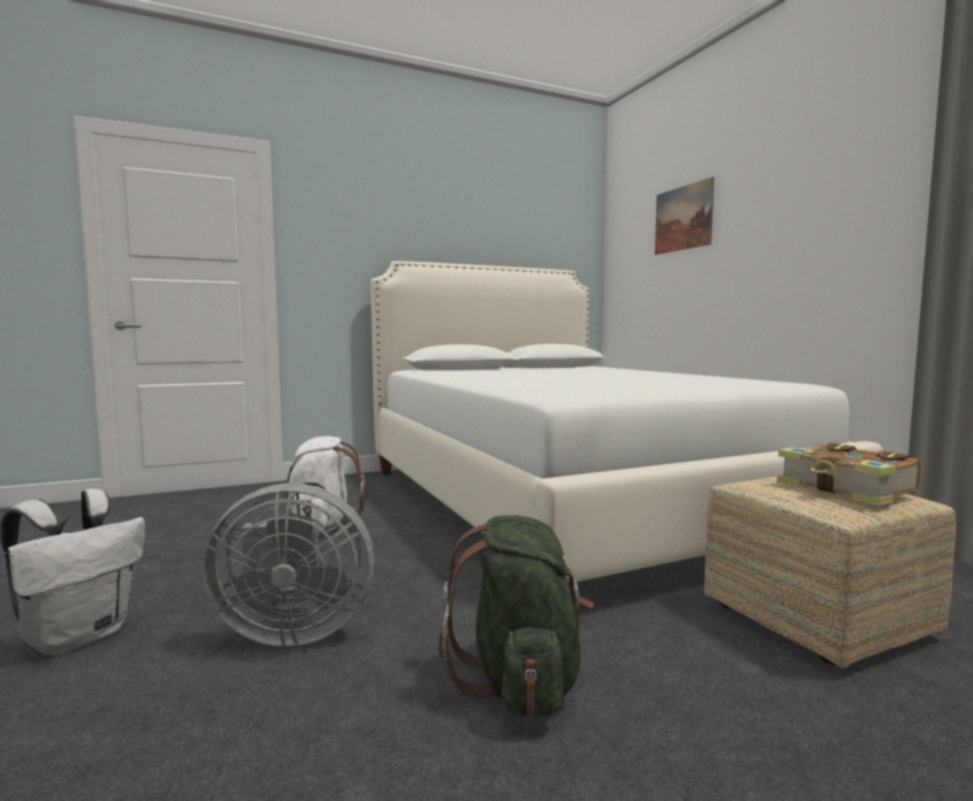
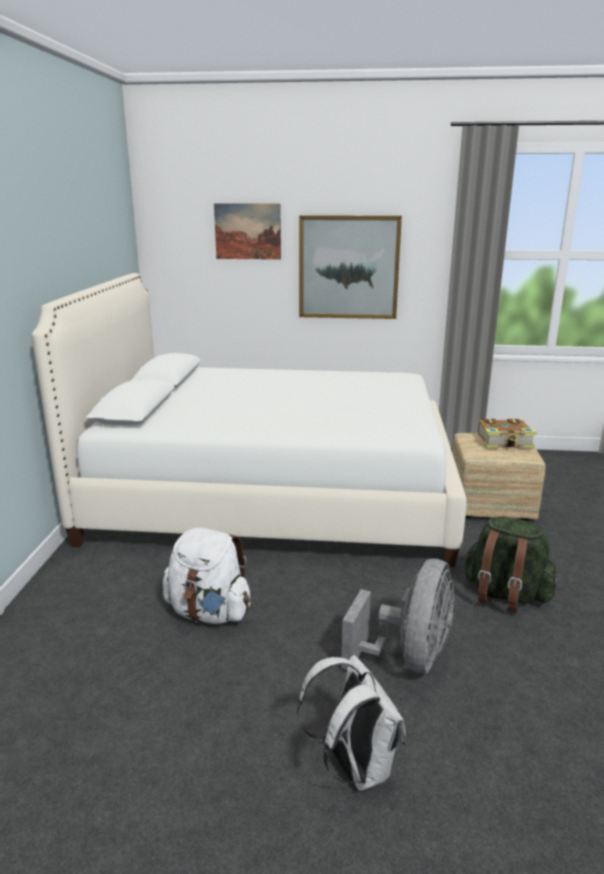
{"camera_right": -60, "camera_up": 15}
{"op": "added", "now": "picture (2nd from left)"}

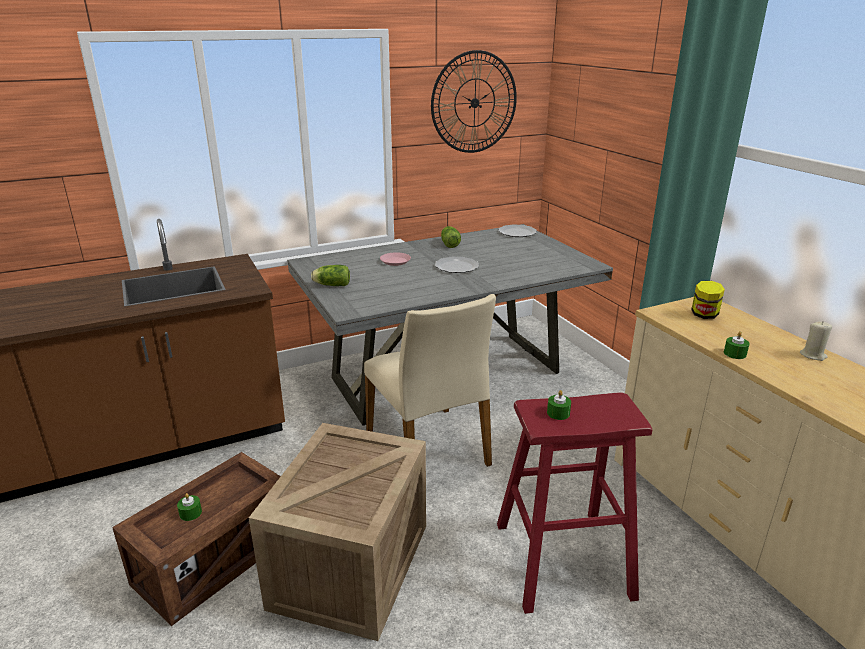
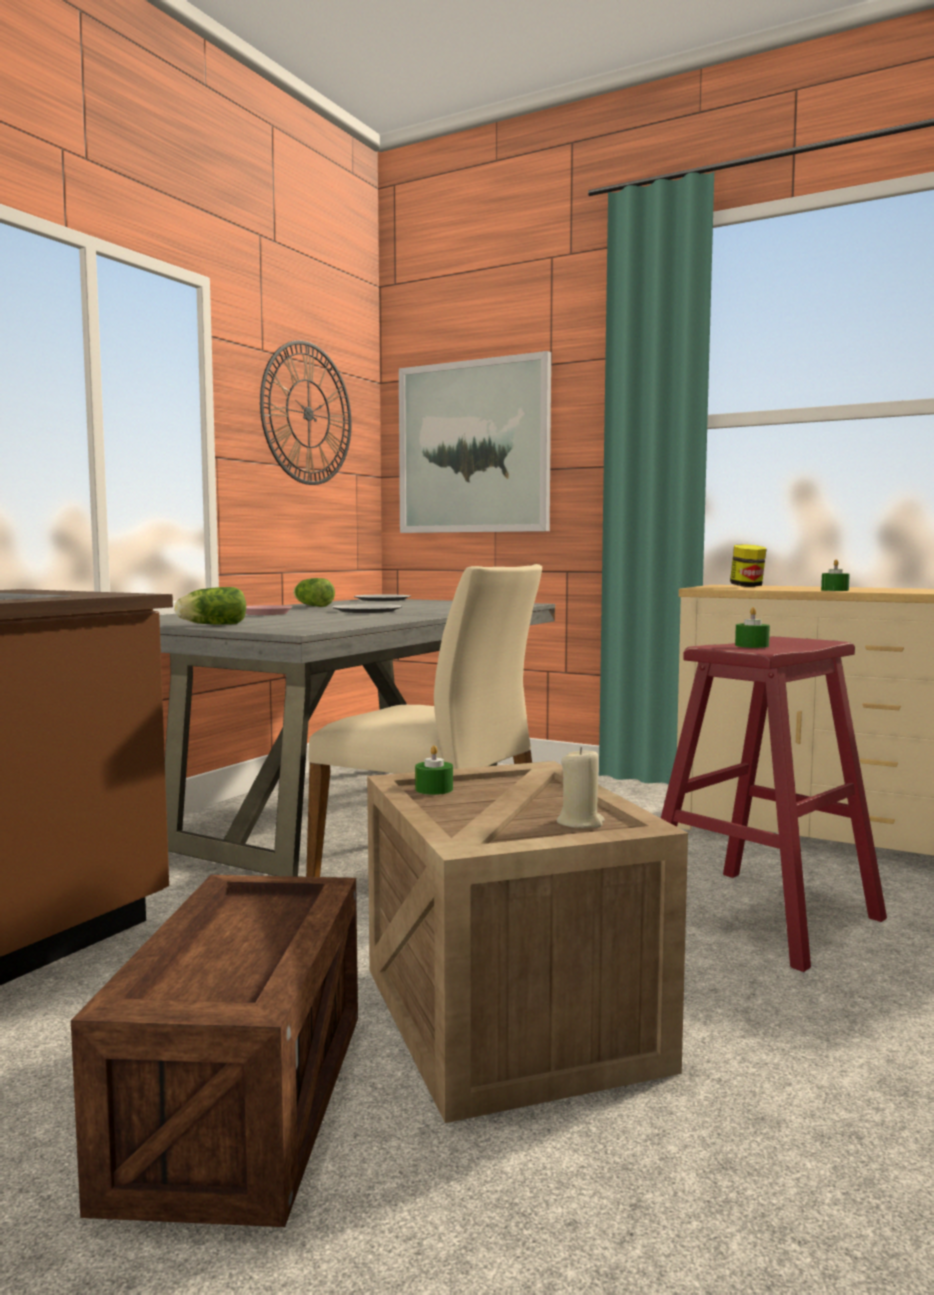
{"camera_right": -35, "camera_up": -20}
{"op": "moved", "was": "beige-coloured_wax_light"}
{"op": "moved", "was": "greenish_wax_light (1st from left)"}
{"op": "added", "now": "picture"}

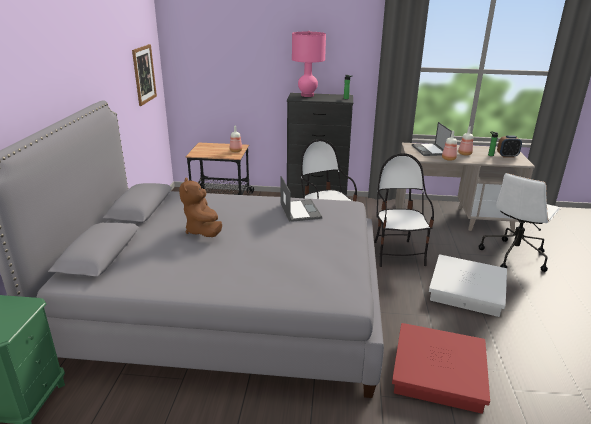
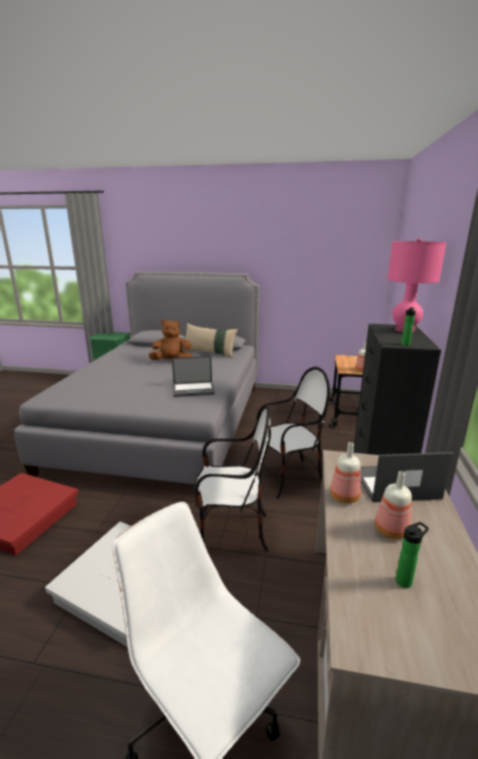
{"camera_right": 95, "camera_up": -5}
{"op": "removed", "was": "picture"}
{"op": "removed", "was": "alarm_clock"}
{"op": "added", "now": "beige-coloured_throw_pillow"}

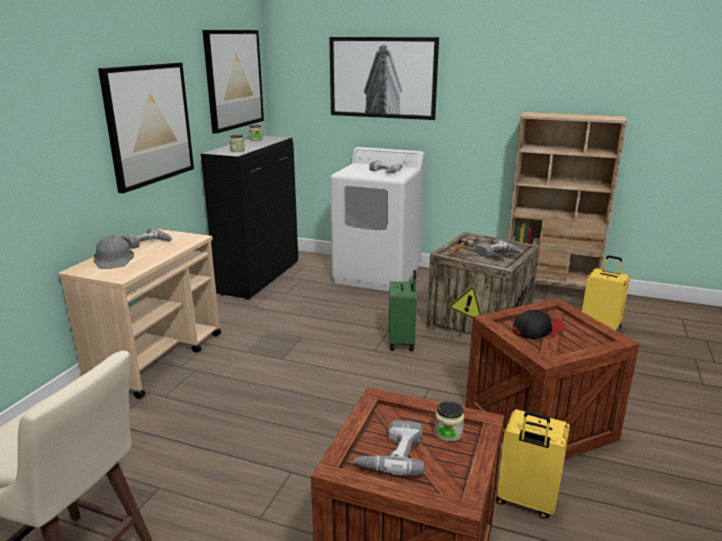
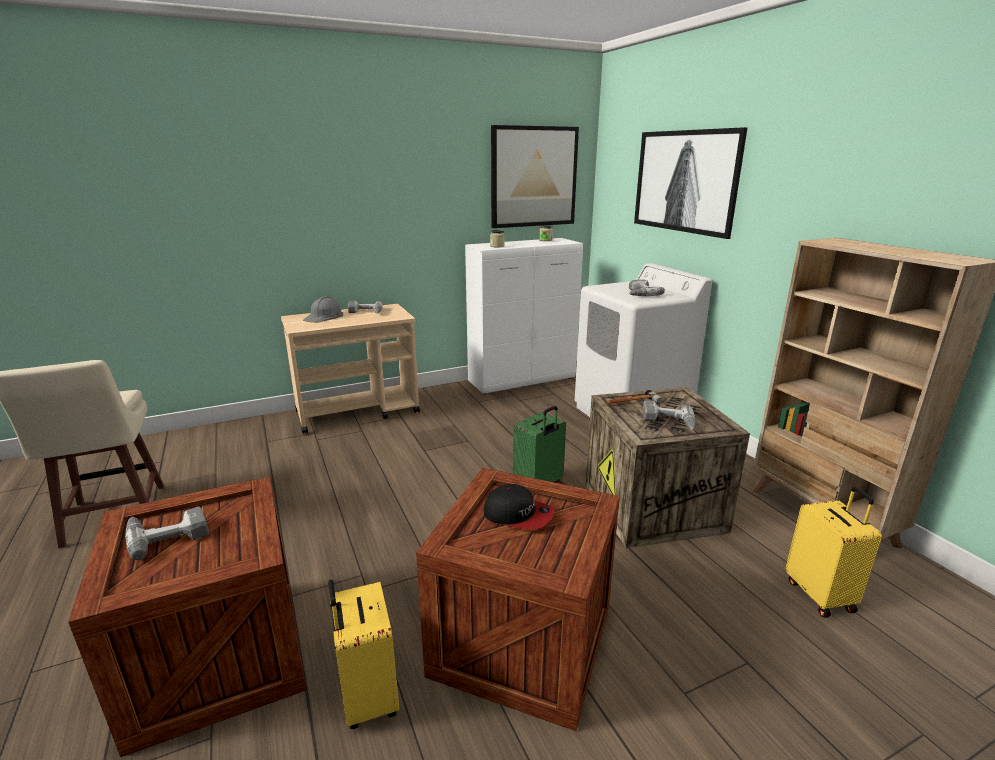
{"camera_right": 45, "camera_up": 0}
{"op": "removed", "was": "picture (1st from left)"}
{"op": "recoloured", "was": "blackish_cabinet", "now": "whitish_cabinet"}
{"op": "removed", "was": "preserve_jar (3rd from left)"}

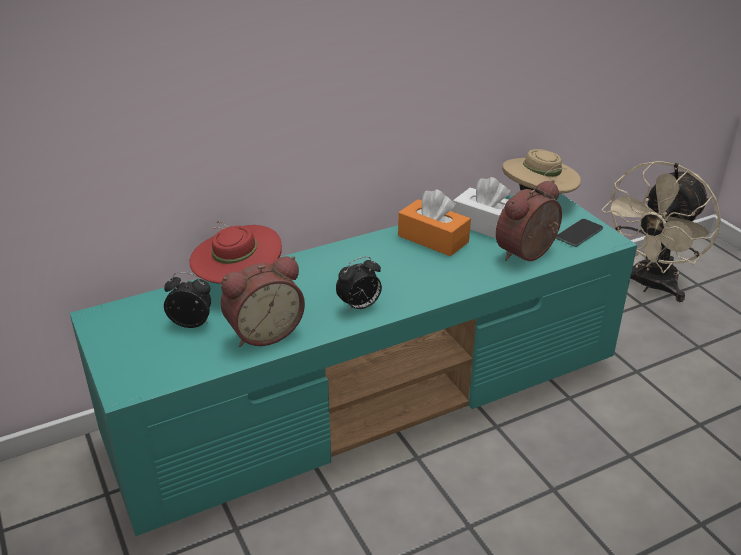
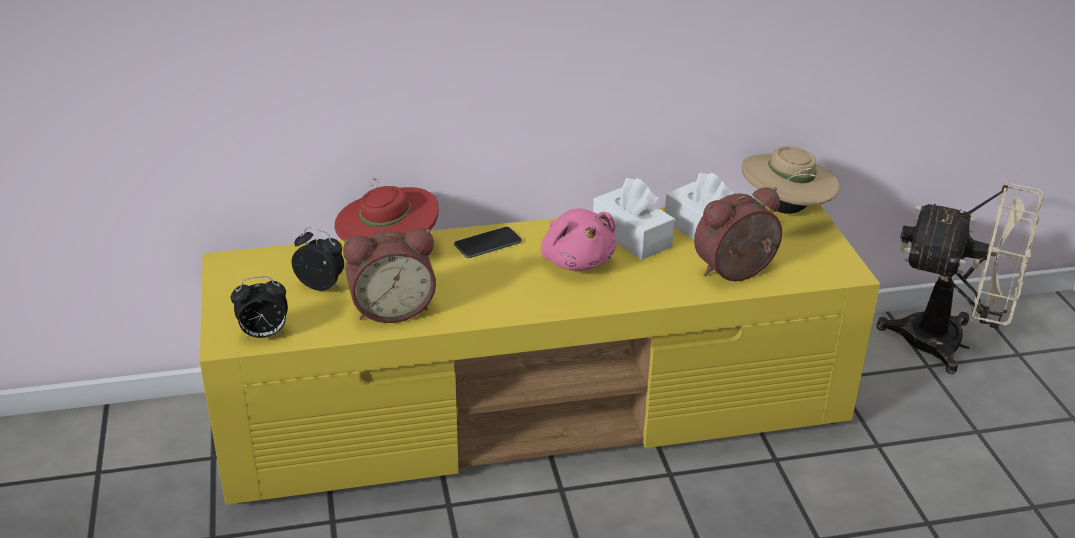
{"camera_right": 15, "camera_up": 0}
{"op": "turned", "was": "beige-coloured_electric_fan", "clockwise": -120}
{"op": "recoloured", "was": "orange_tissue_holder", "now": "whitish_tissue_holder (1st from left)"}
{"op": "recoloured", "was": "turquoise-coloured_tv_stand", "now": "yellow_tv_stand"}
{"op": "moved", "was": "phone"}
{"op": "moved", "was": "alarm_clock (3rd from left in the first image)", "now": "alarm_clock (1st from left)"}
{"op": "added", "now": "pinkish_plush_toy"}

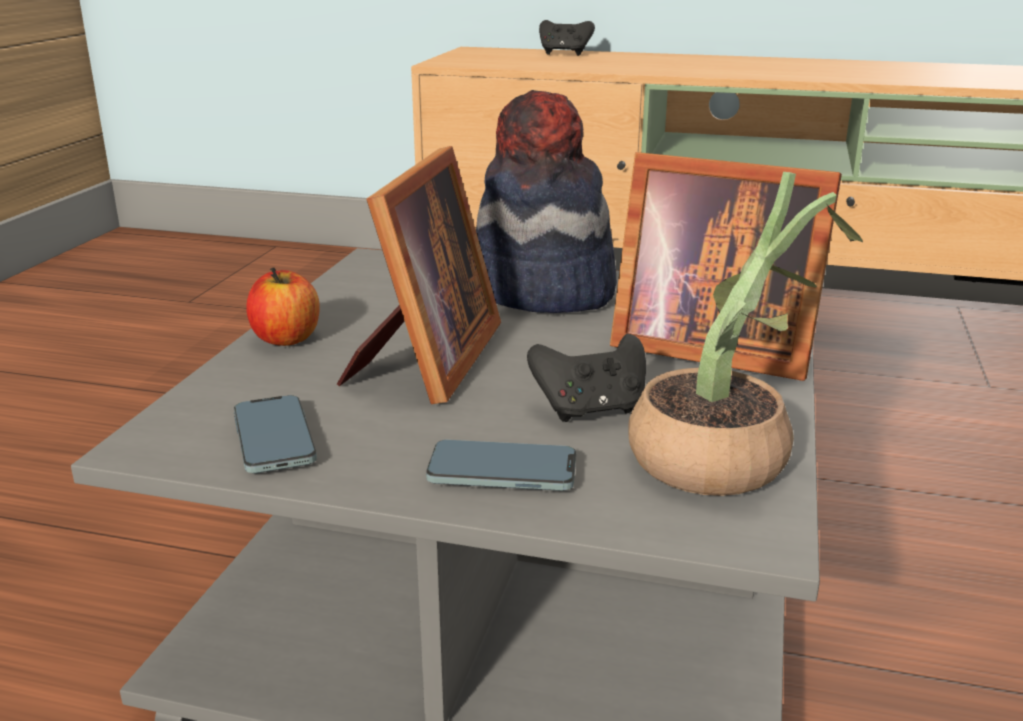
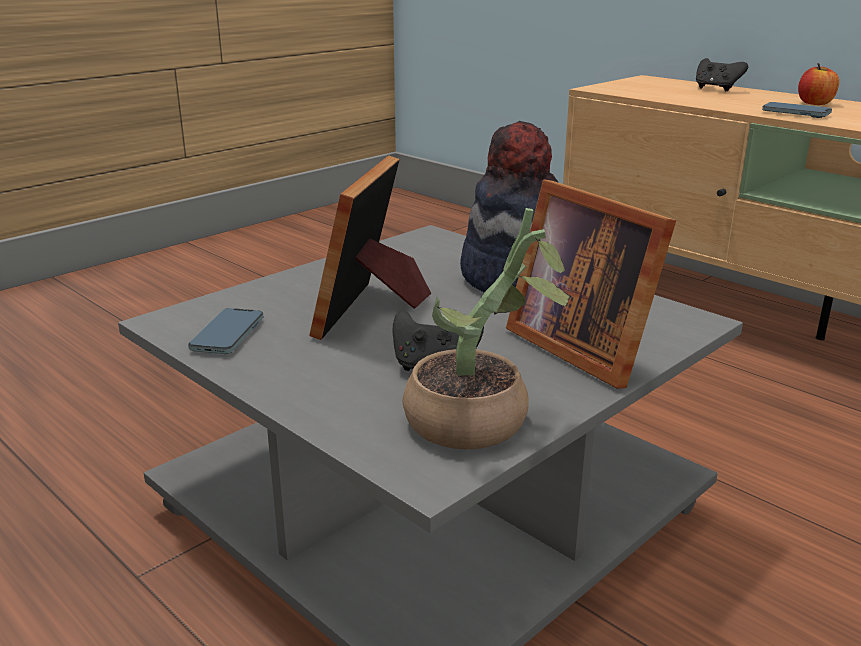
{"camera_right": 30, "camera_up": 0}
{"op": "turned", "was": "standing_frame (1st from left)", "clockwise": 150}
{"op": "moved", "was": "apple_fruit"}
{"op": "moved", "was": "phone (2nd from left)"}

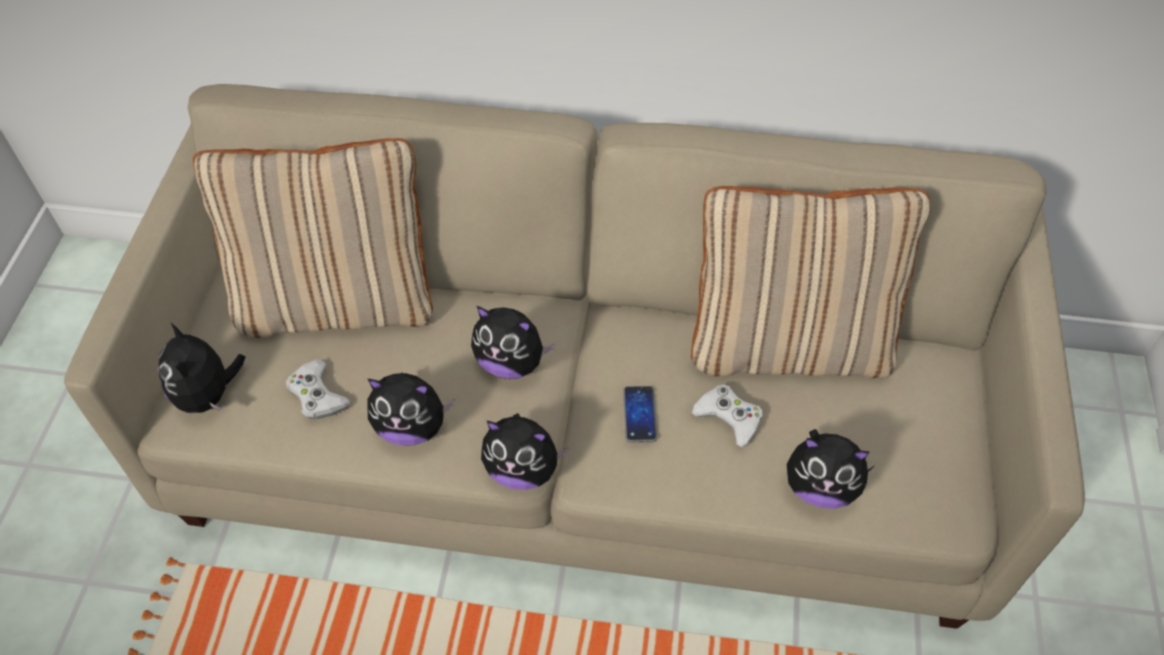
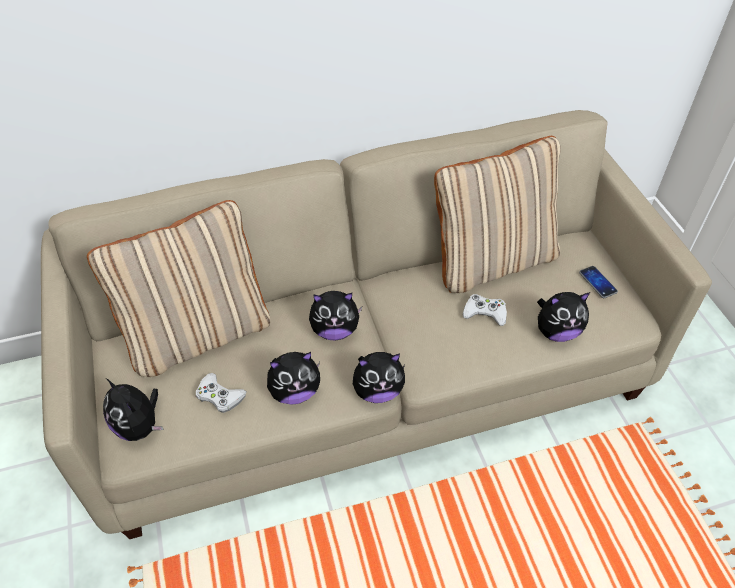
{"camera_right": -25, "camera_up": -5}
{"op": "moved", "was": "phone"}

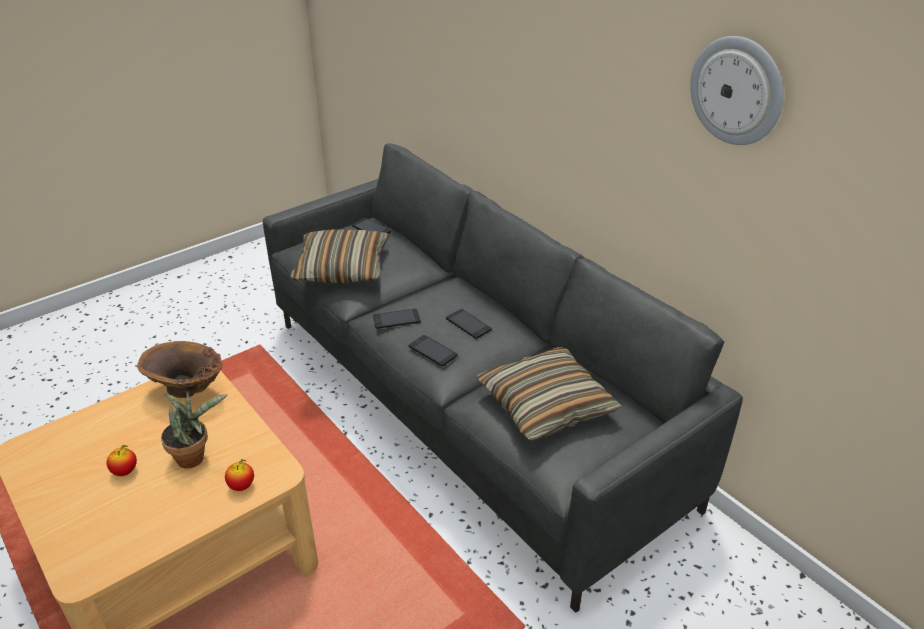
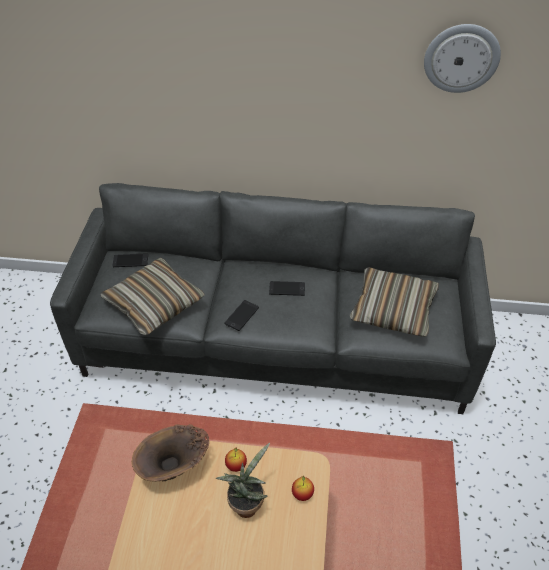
{"camera_right": -45, "camera_up": 10}
{"op": "removed", "was": "phone (3rd from left)"}
{"op": "moved", "was": "apple_fruit (1st from left)"}

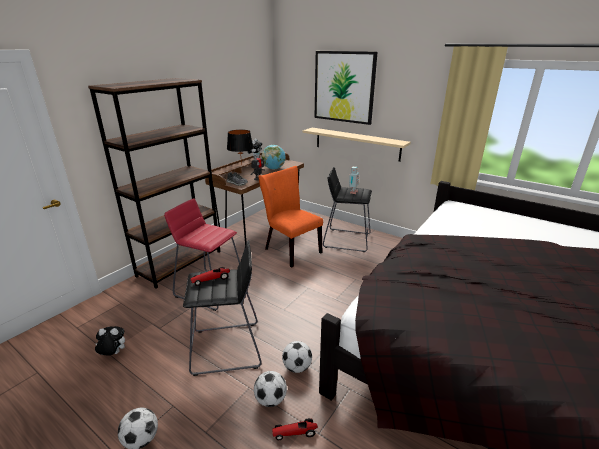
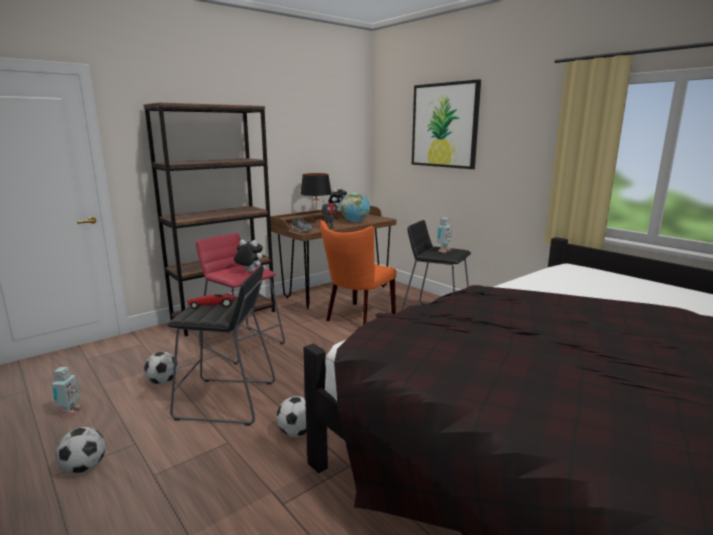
{"camera_right": 15, "camera_up": -10}
{"op": "removed", "was": "beige-coloured_bracket_shelf"}
{"op": "turned", "was": "orange_chair", "clockwise": -120}
{"op": "moved", "was": "plush_toy (1st from left)"}
{"op": "moved", "was": "ball_for_football (2nd from left)"}
{"op": "removed", "was": "model_car (2nd from left)"}
{"op": "added", "now": "robot_figure (1st from left)"}

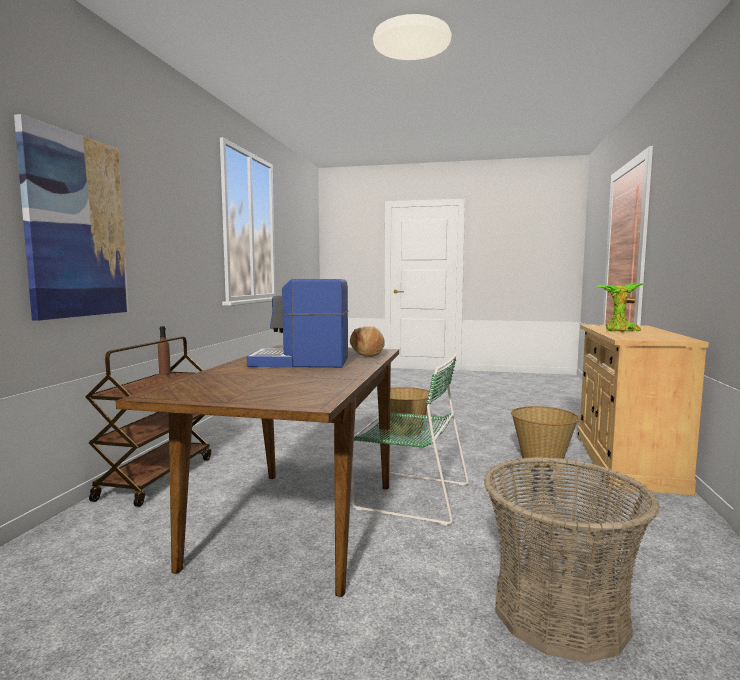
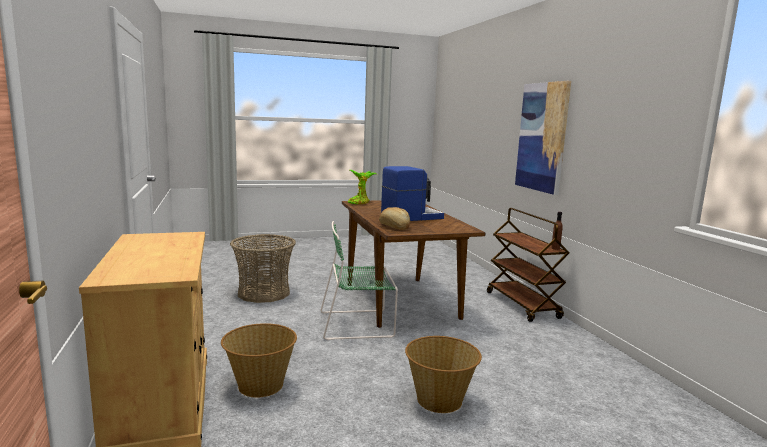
{"camera_right": 150, "camera_up": 5}
{"op": "moved", "was": "potted_plant"}

